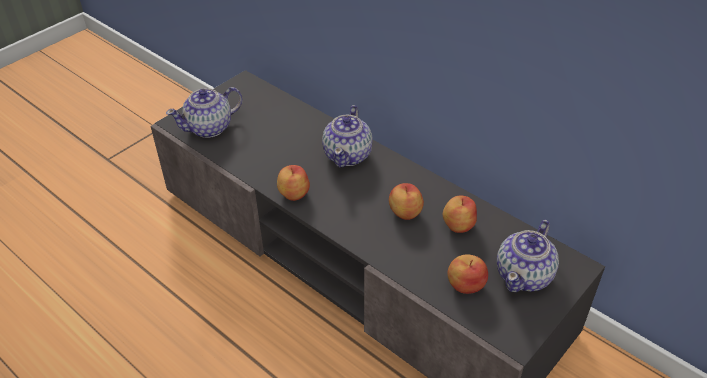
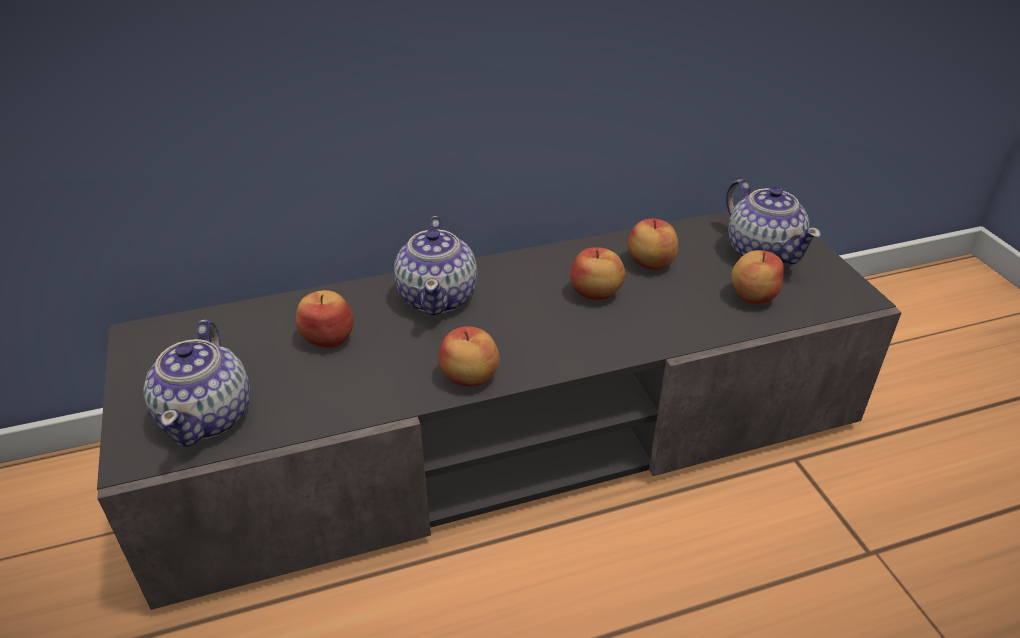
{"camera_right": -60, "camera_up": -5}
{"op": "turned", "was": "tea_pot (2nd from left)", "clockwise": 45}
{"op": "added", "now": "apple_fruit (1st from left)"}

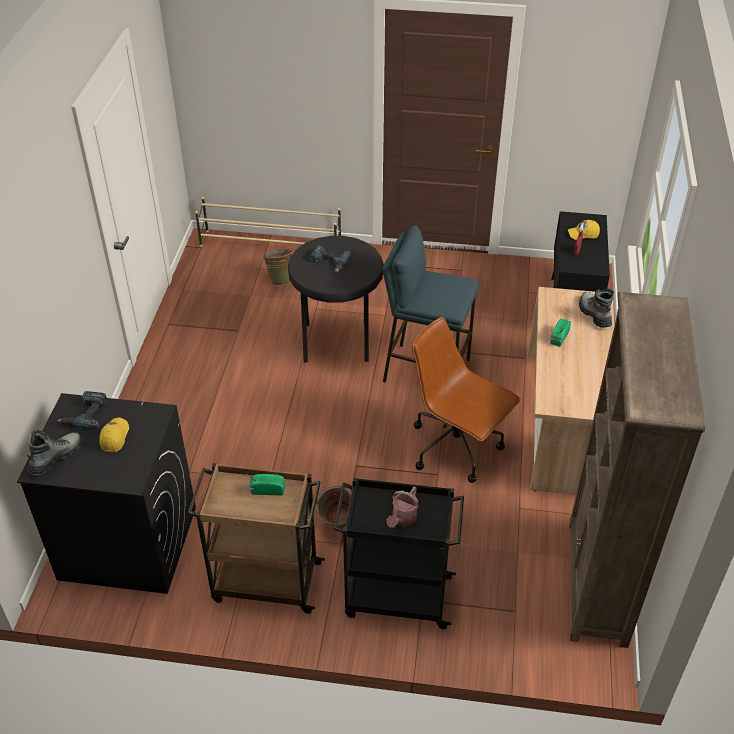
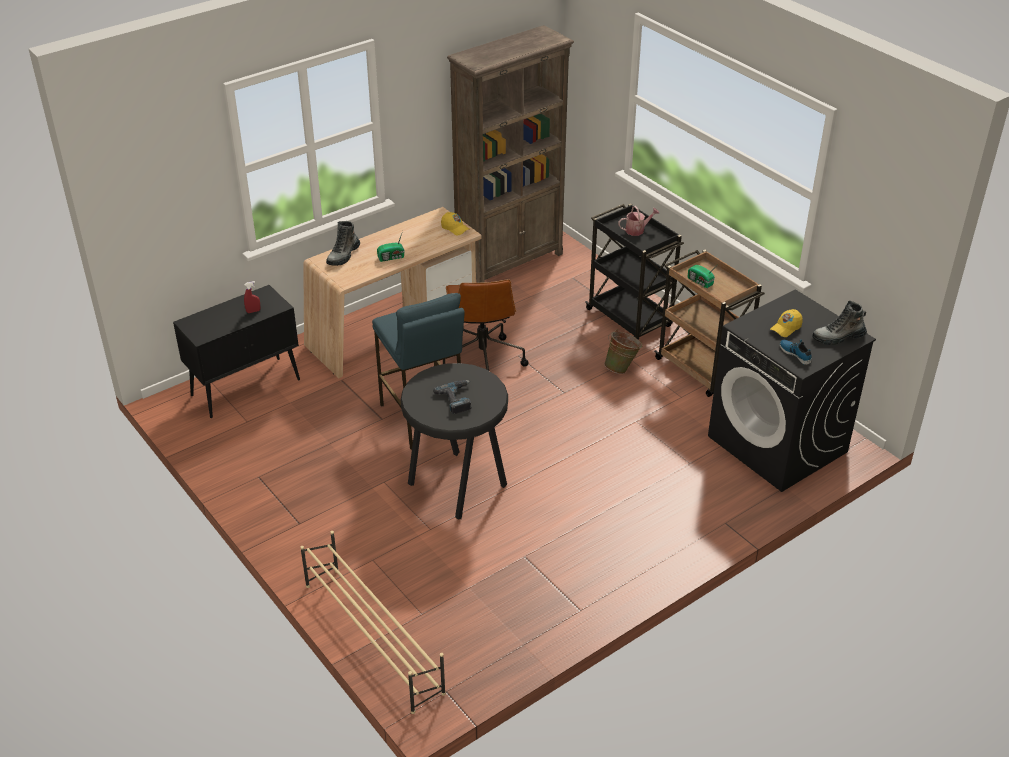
{"camera_right": -135, "camera_up": -5}
{"op": "moved", "was": "yellow_peaked_cap (2nd from left in the first image)", "now": "yellow_peaked_cap (1st from left)"}
{"op": "removed", "was": "greenish_water_bucket (1st from left)"}
{"op": "replaced", "was": "power_drill (1st from left)", "now": "low_shoe"}

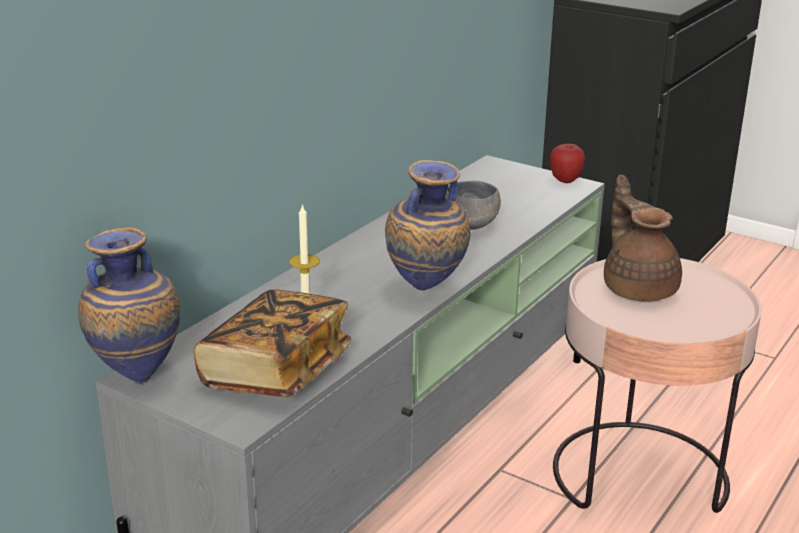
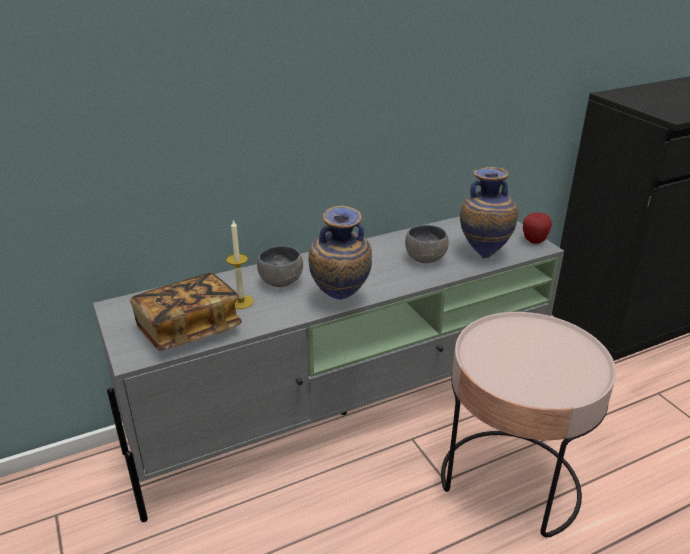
{"camera_right": 30, "camera_up": 5}
{"op": "removed", "was": "brownish_tea_pot"}
{"op": "moved", "was": "flower_vase (1st from left in the first image)", "now": "flower_vase (2nd from left)"}
{"op": "added", "now": "greyish_serving_bowl (1st from left)"}

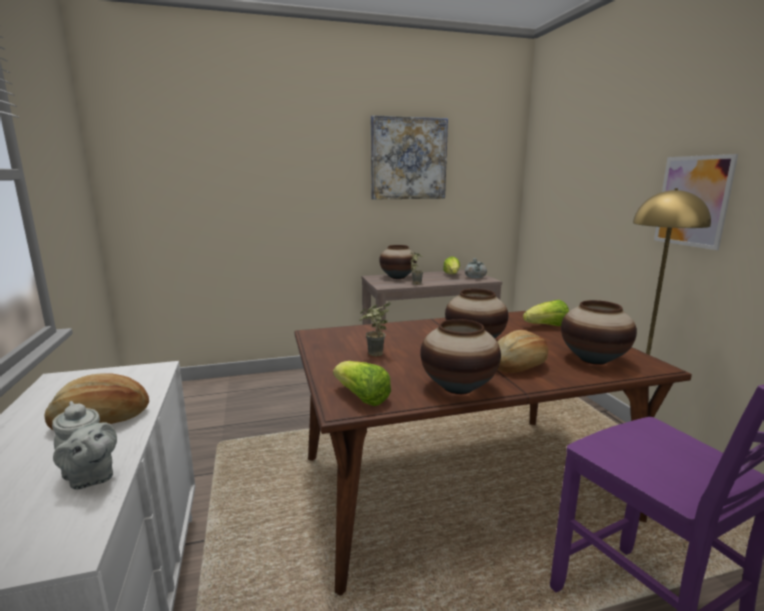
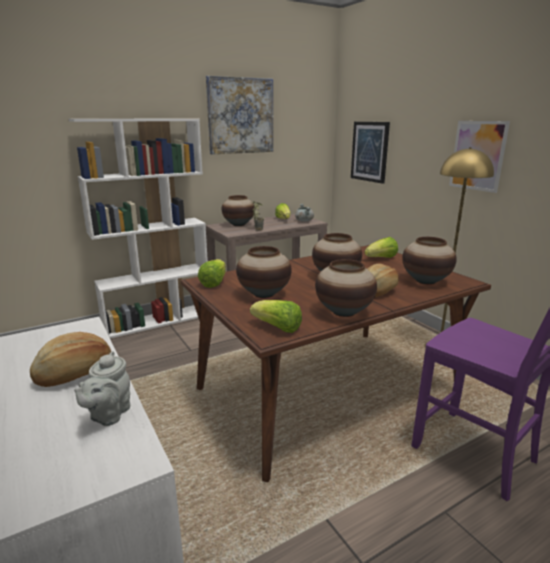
{"camera_right": -15, "camera_up": 5}
{"op": "replaced", "was": "potted_plant (1st from left)", "now": "flower_vase (2nd from left)"}
{"op": "turned", "was": "greyish_tea_pot", "clockwise": 75}
{"op": "added", "now": "whitish_bookshelf"}
{"op": "added", "now": "picture (2nd from left)"}
{"op": "added", "now": "lettuce_head (1st from left)"}

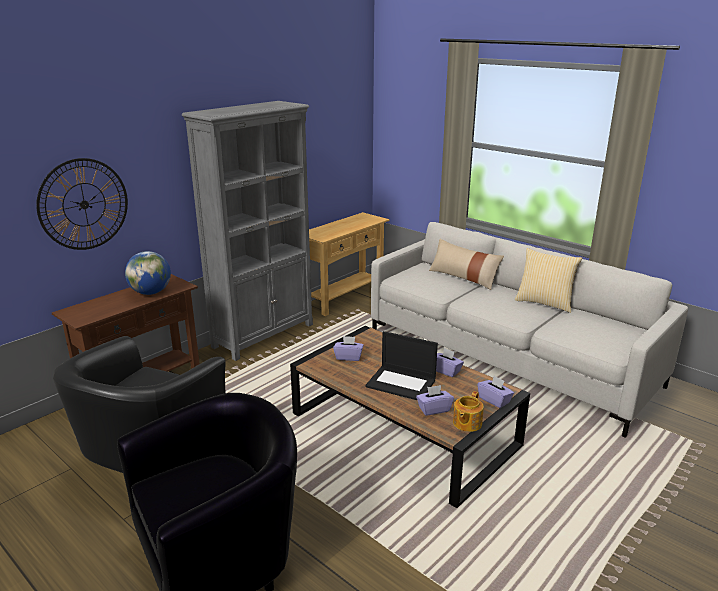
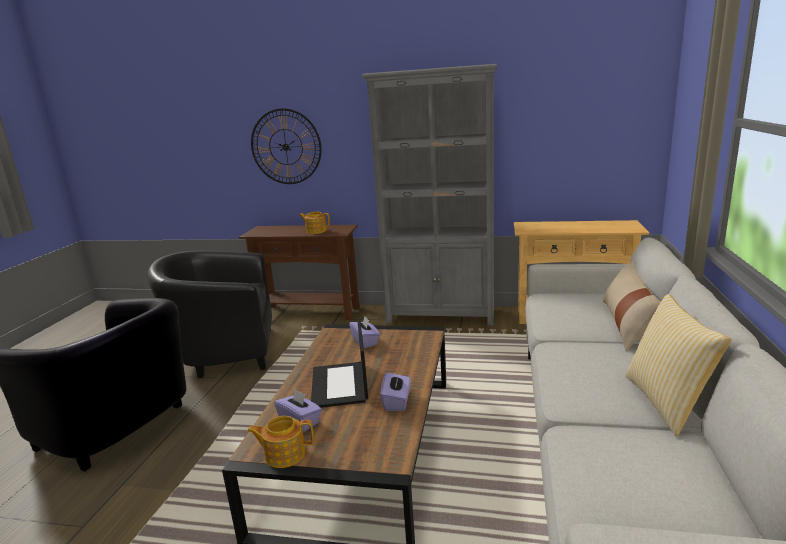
{"camera_right": 60, "camera_up": -5}
{"op": "replaced", "was": "desk_globe", "now": "tea_pot (2nd from left)"}
{"op": "removed", "was": "purple-coloured_tissue_holder (4th from left)"}

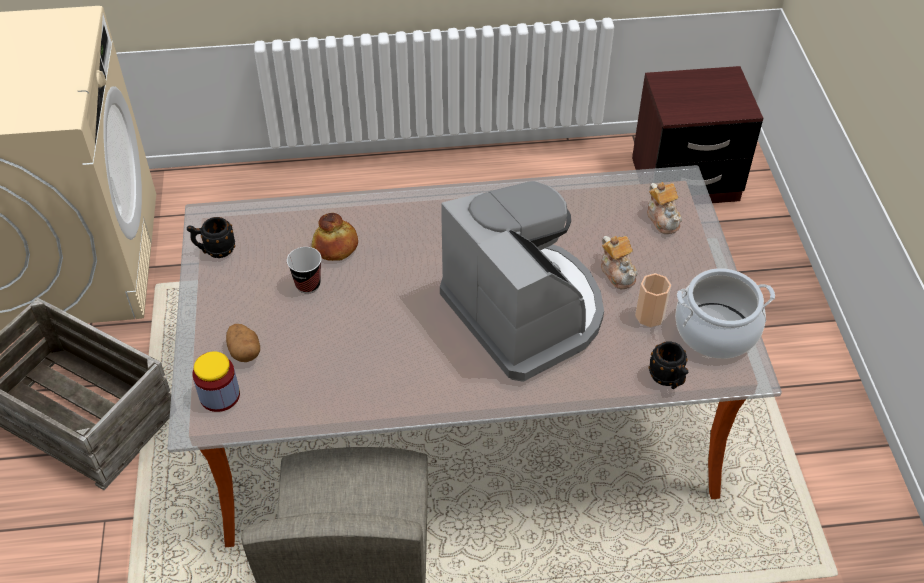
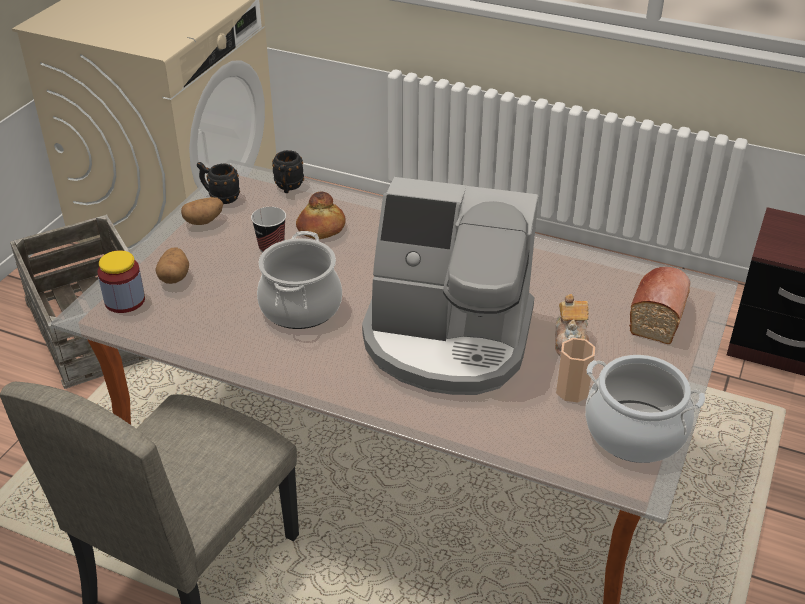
{"camera_right": 30, "camera_up": -10}
{"op": "turned", "was": "coffee_maker", "clockwise": 105}
{"op": "replaced", "was": "tea_pot (2nd from left)", "now": "baked_bread (2nd from left)"}
{"op": "moved", "was": "blackish_coffee_mug (2nd from left)"}
{"op": "added", "now": "potato (2nd from left)"}
{"op": "added", "now": "stockpot (1st from left)"}

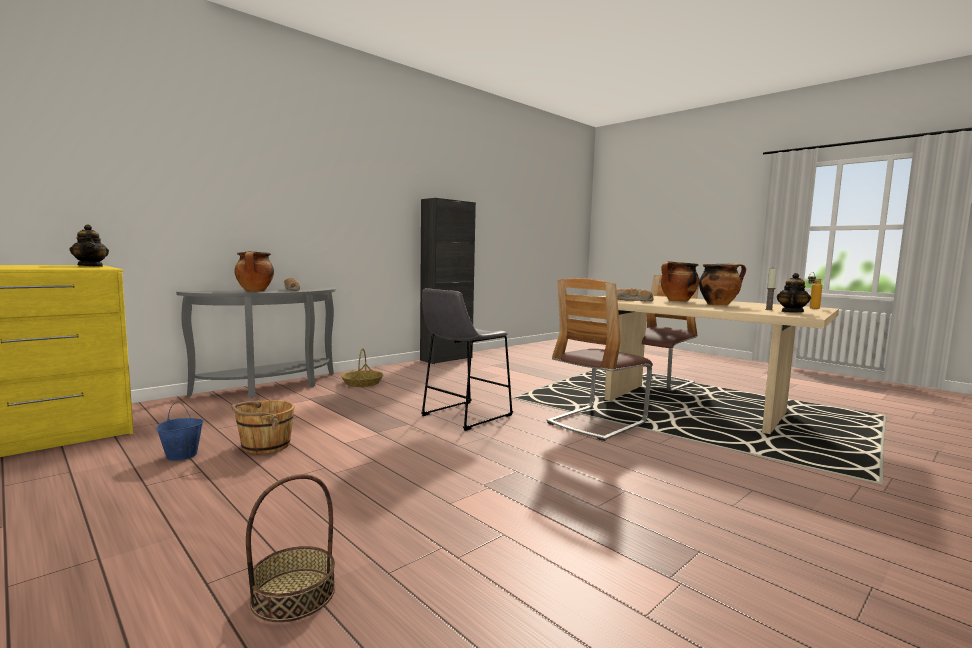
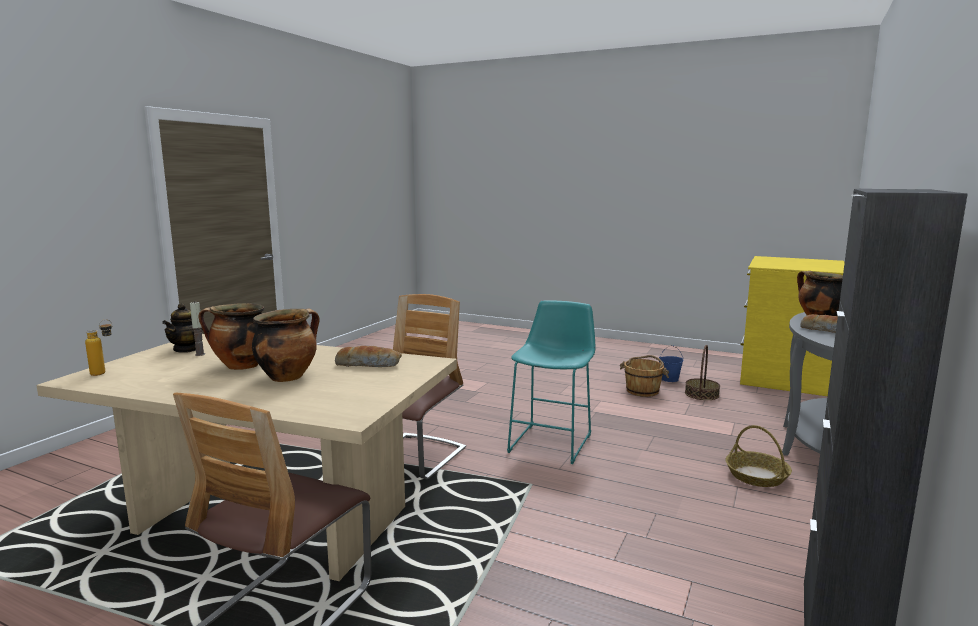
{"camera_right": 160, "camera_up": 5}
{"op": "removed", "was": "tea_pot (1st from left)"}
{"op": "recoloured", "was": "greyish_stool_seat", "now": "turquoise-coloured_stool_seat"}
{"op": "moved", "was": "storage_basket (1st from left)"}

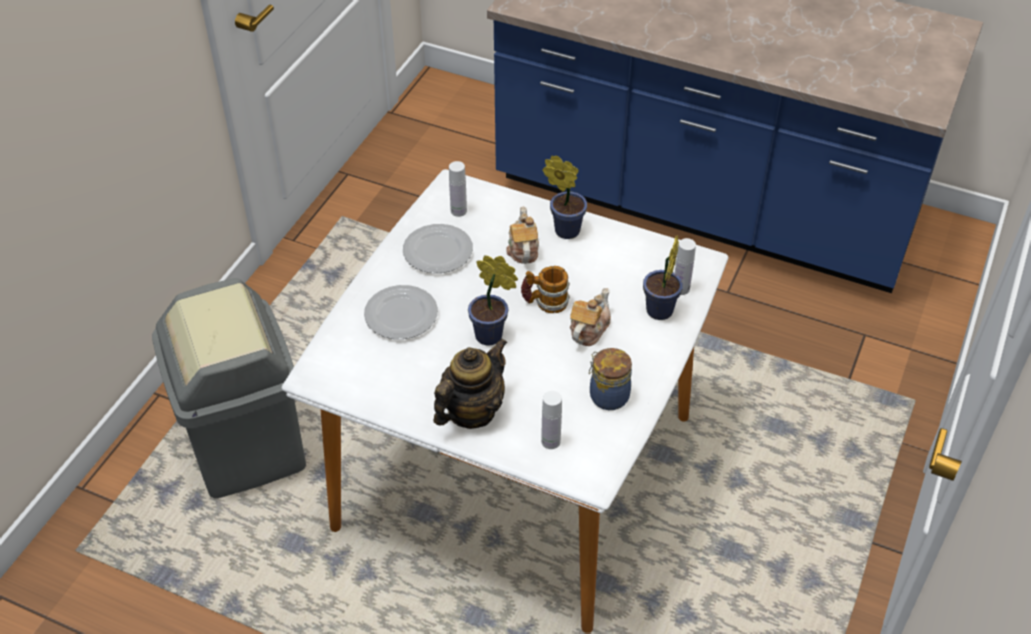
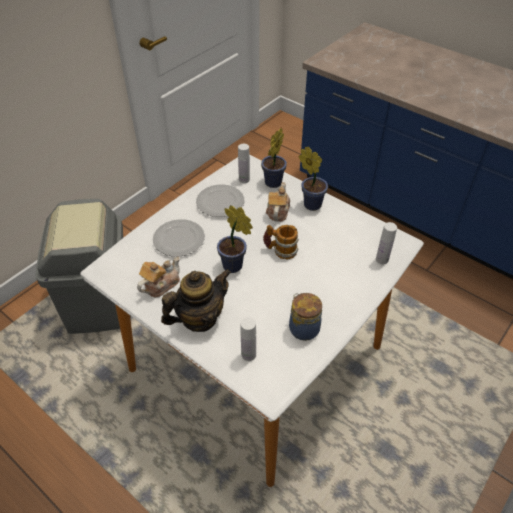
{"camera_right": 15, "camera_up": 0}
{"op": "moved", "was": "potted_plant (3rd from left in the first image)", "now": "potted_plant (2nd from left)"}
{"op": "moved", "was": "tea_pot (3rd from left in the first image)", "now": "tea_pot (1st from left)"}

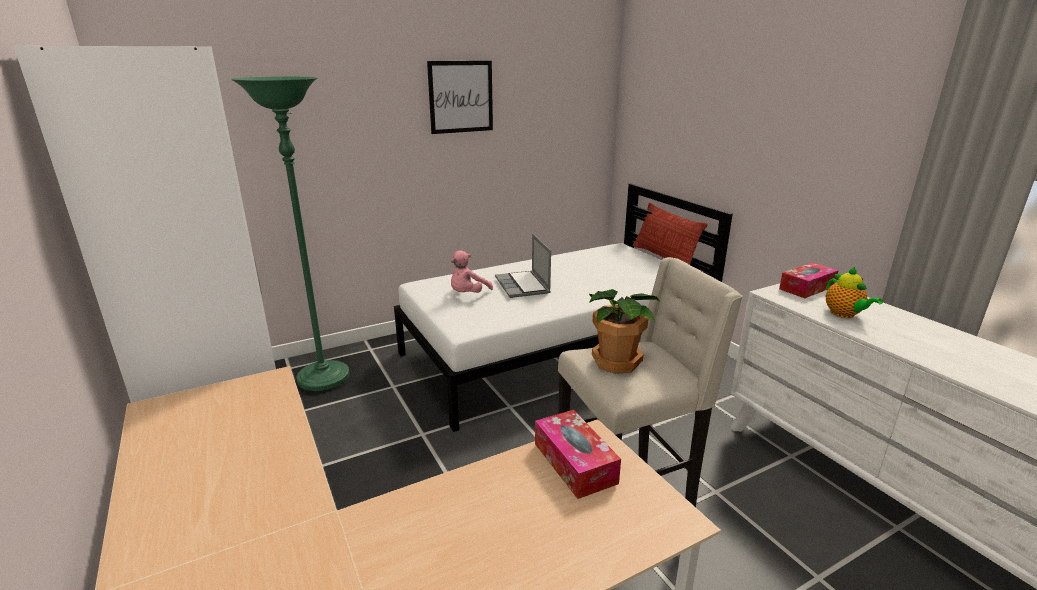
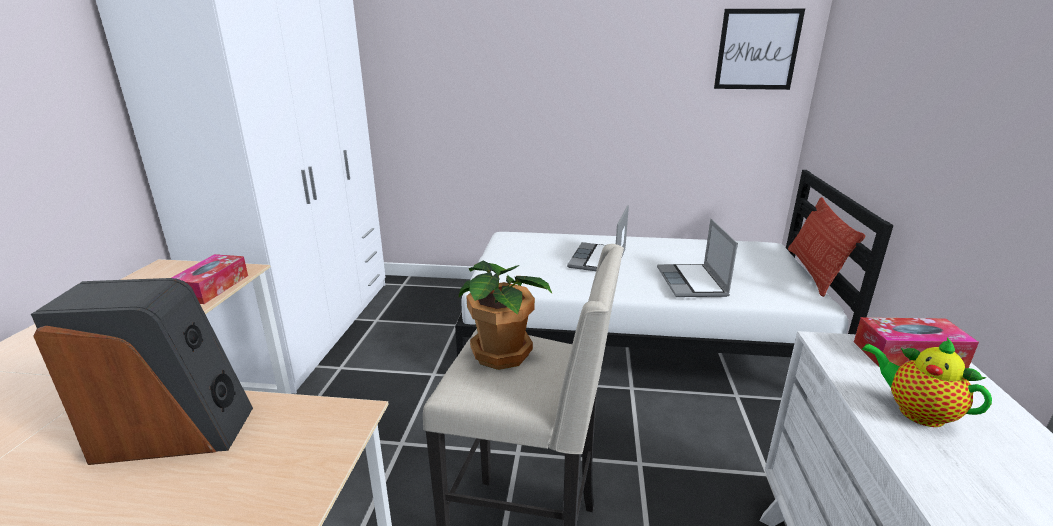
{"camera_right": 35, "camera_up": 0}
{"op": "moved", "was": "picture"}
{"op": "removed", "was": "greenish_standard_lamp"}
{"op": "removed", "was": "pinkish_plush_toy"}
{"op": "turned", "was": "tea_pot", "clockwise": 120}
{"op": "moved", "was": "tissue_holder (1st from left)"}
{"op": "added", "now": "laptop (2nd from left)"}
{"op": "added", "now": "speaker"}

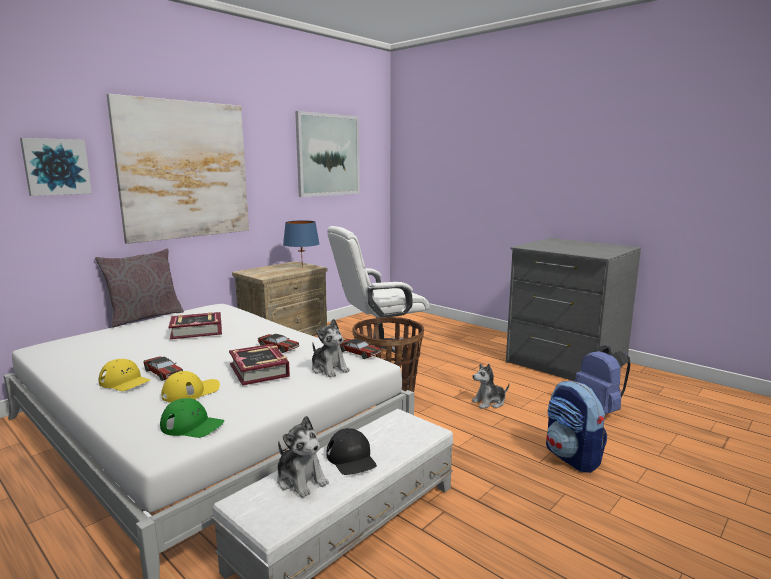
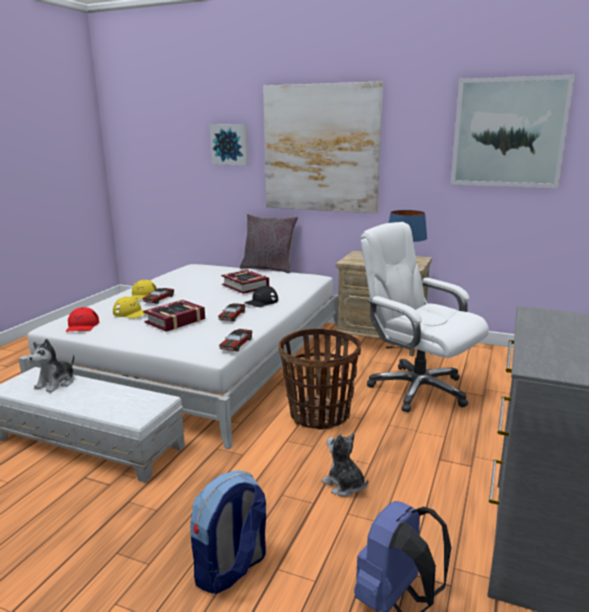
{"camera_right": 70, "camera_up": 5}
{"op": "removed", "was": "plush_toy (2nd from left)"}
{"op": "recoloured", "was": "greenish_peaked_cap", "now": "red-coloured_peaked_cap"}
{"op": "moved", "was": "blackish_peaked_cap"}

